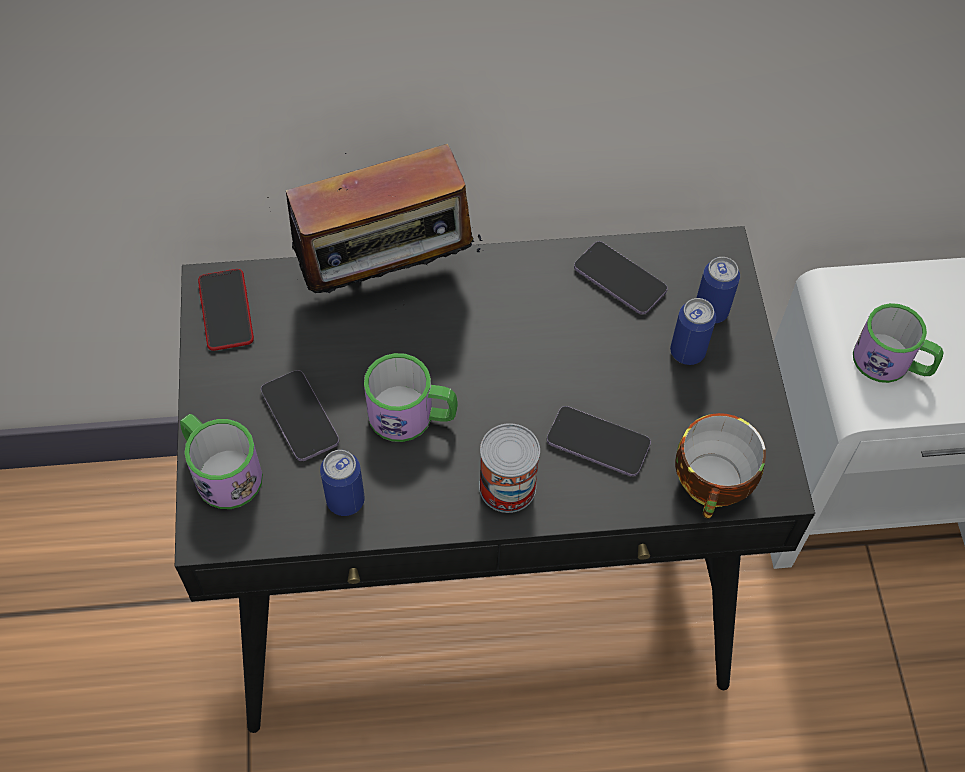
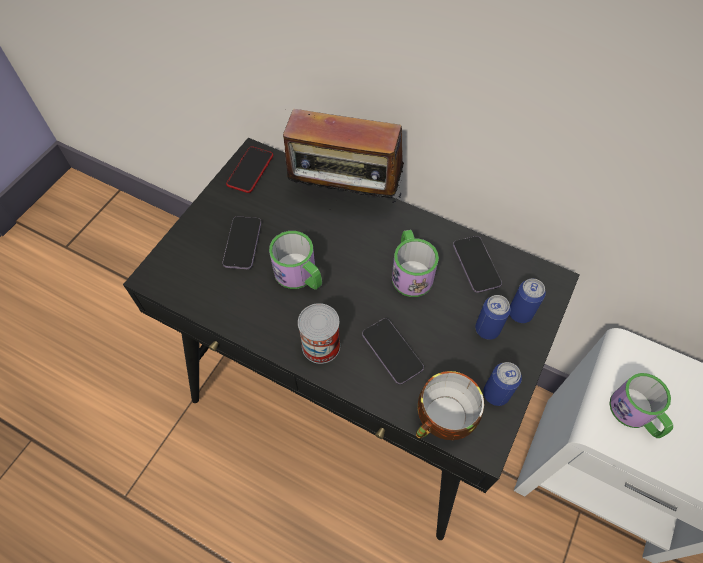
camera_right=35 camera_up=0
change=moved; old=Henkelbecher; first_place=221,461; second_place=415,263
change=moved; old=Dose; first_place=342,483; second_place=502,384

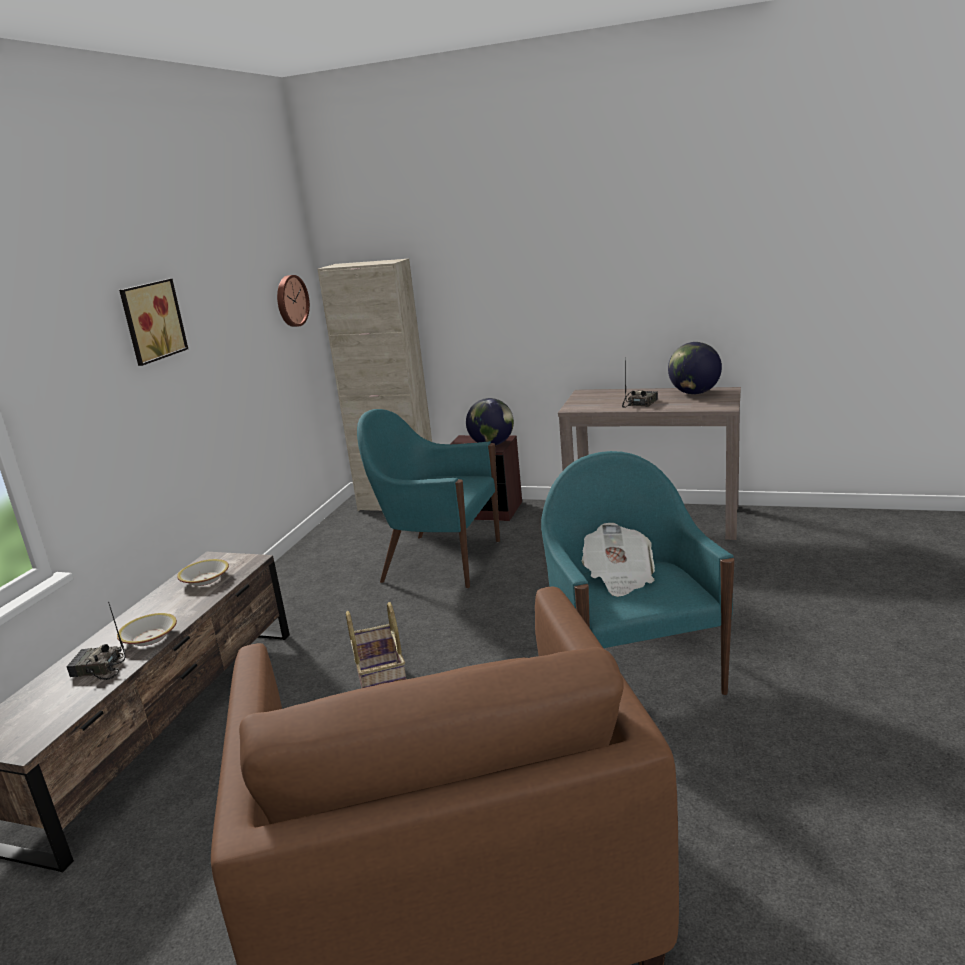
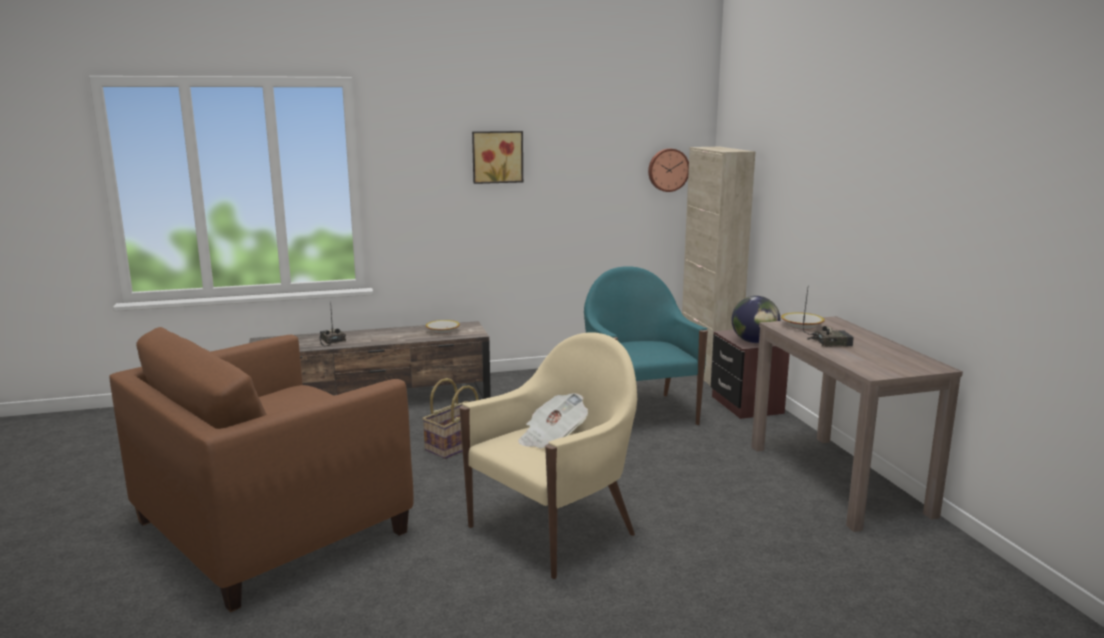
camera_right=55 camera_up=-5
change=recoloured; old=Sessel (türkis); new=Sessel (beige); first_place=638,573; second_place=548,455
change=moved; old=Schüssel; first_place=147,629; second_place=803,321
change=removed; old=Globus; first_place=695,368

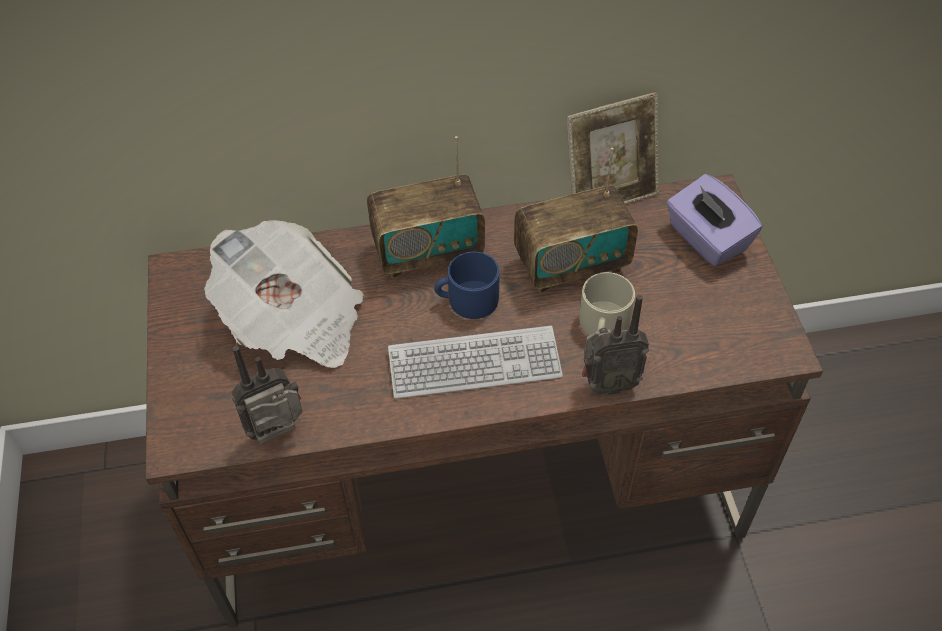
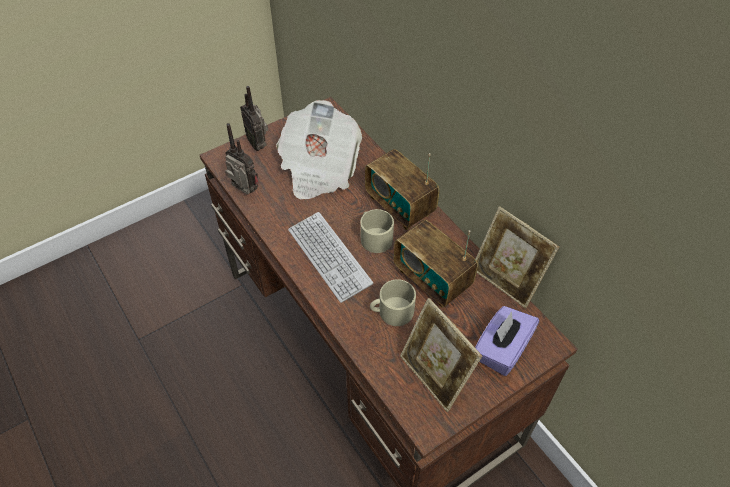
camera_right=65 camera_up=0
change=moved; old=Radio; first_place=615,345; second_place=254,118
change=recoloured; old=Henkelbecher (blau); new=Henkelbecher (beige); first_place=467,285; second_place=377,231
change=added; new=Bilderrahmen; second_place=441,355

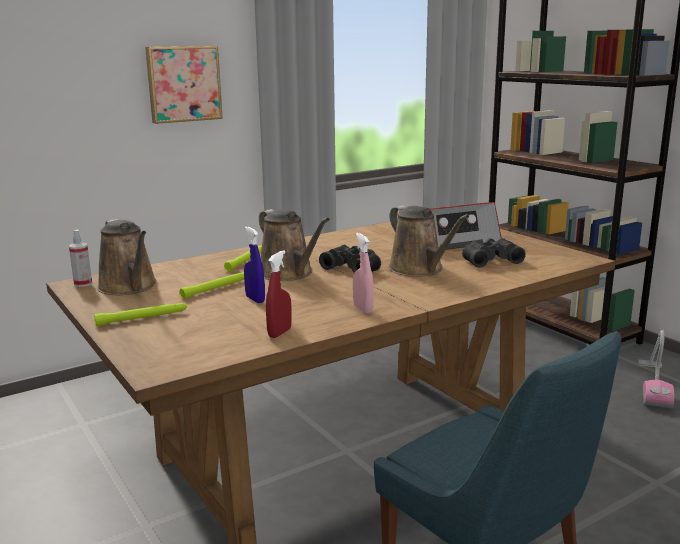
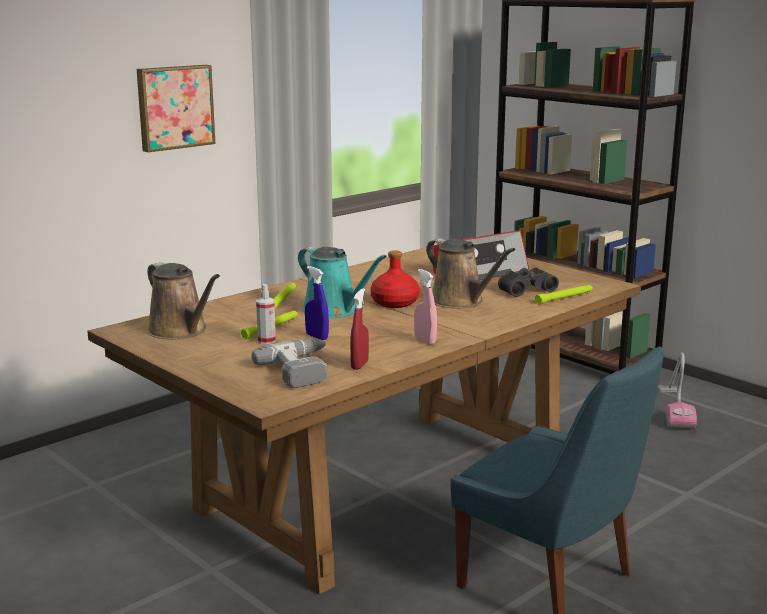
camera_right=-10 camera_up=0
change=added; new=Bohrmaschine; second_place=289,363
change=moved; old=Sprühflasche; first_place=80,258; second_place=266,314
change=recoloured; old=Gießkanne (braun); new=Gießkanne (türkis); first_place=294,245; second_place=342,282
change=replaced; old=Fernglas (schwarz); new=Flasche (rot); first_place=350,259; second_place=395,279
change=moved; old=Taschenlampe (grün); first_place=140,314; second_place=564,294

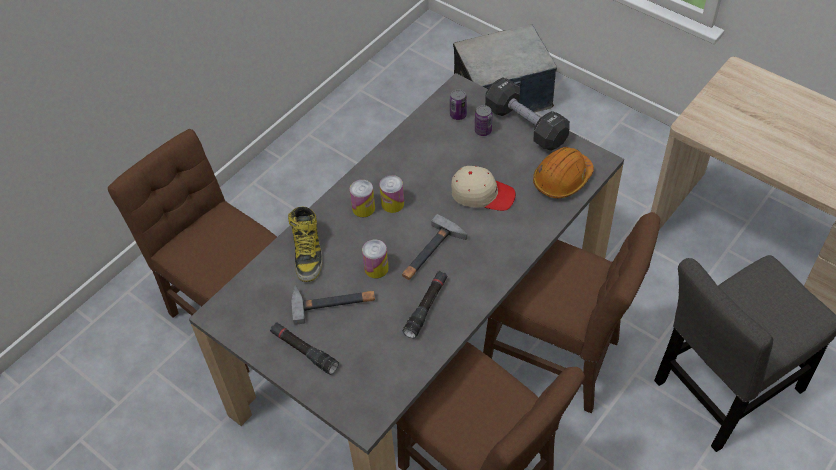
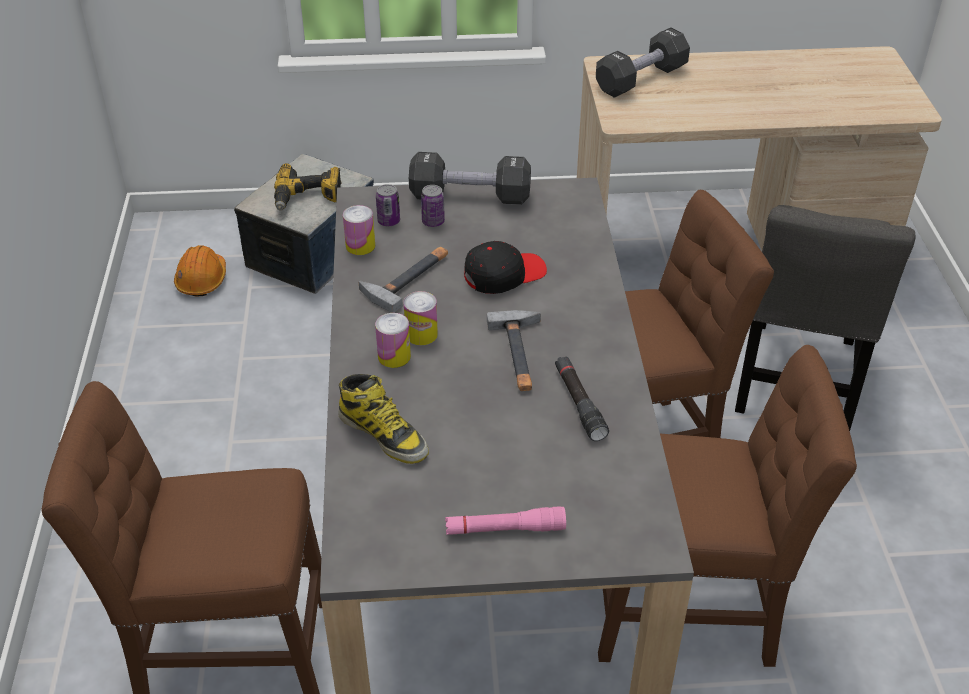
camera_right=-45 camera_up=-10
change=moved; old=Schutzhelm (orange); first_place=563,172; second_place=200,271
change=added; new=Bohrmaschine; second_place=307,186
change=moved; old=Dose; first_place=375,259; second_place=359,230
change=moved; old=Hammer; first_place=333,305; second_place=403,280
change=recoloured; old=Taschenlampe (schwarz); new=Taschenlampe (rosa); first_place=304,348; second_place=505,520
change=recoloured; old=Kappe (beige); new=Kappe (schwarz); first_place=483,188; second_place=505,267
change=added; new=Hantel (schwarz); second_place=643,62

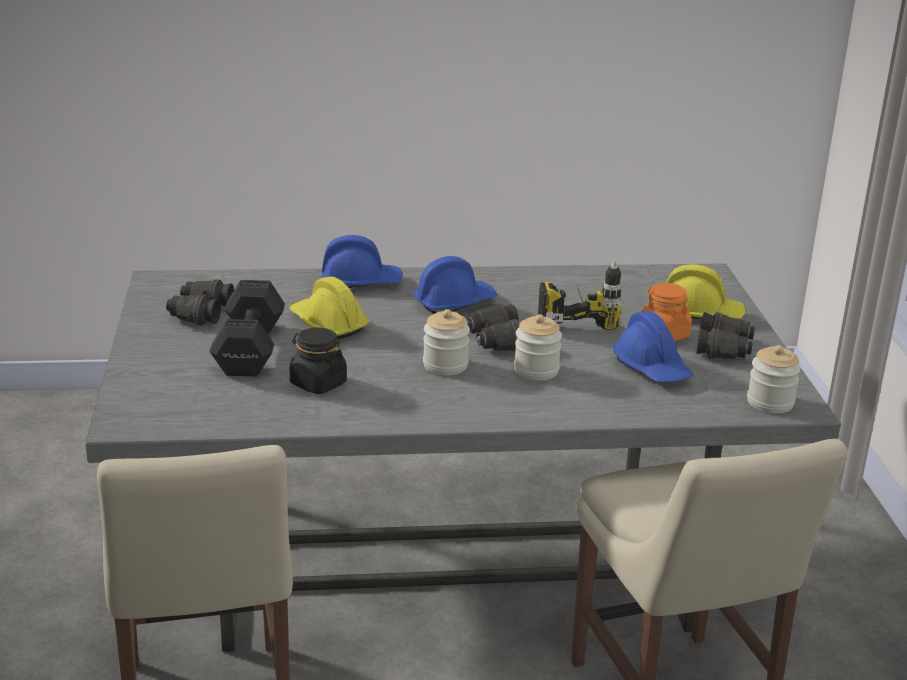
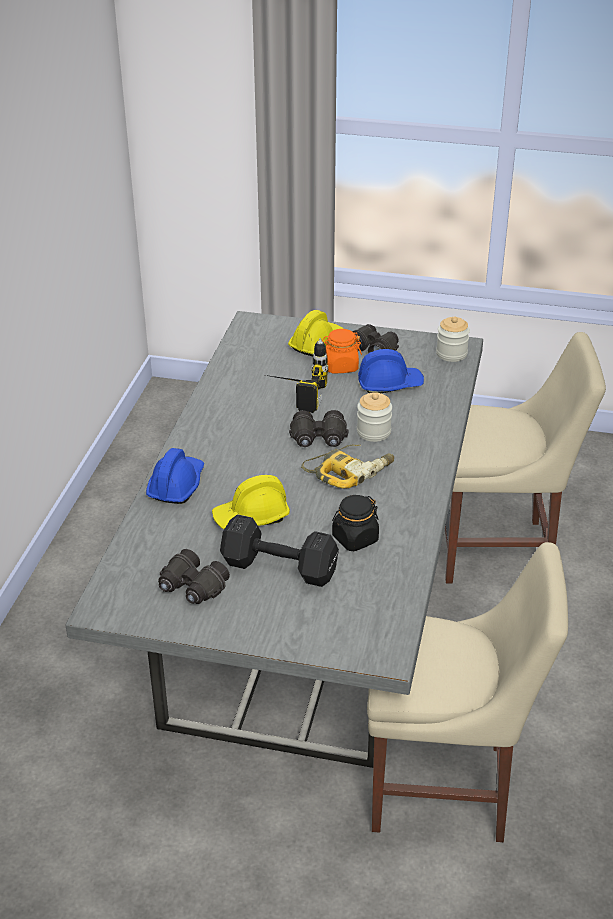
camera_right=-70 camera_up=10
change=replaced; old=Vorratsglas; new=Bohrmaschine; first_place=446,342; second_place=347,467
change=removed; old=Schutzhelm (blau); first_place=455,285

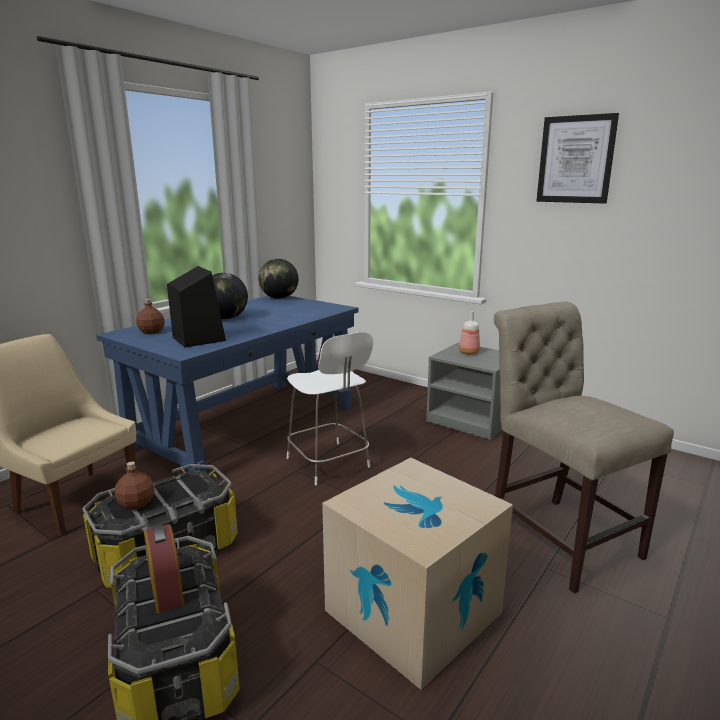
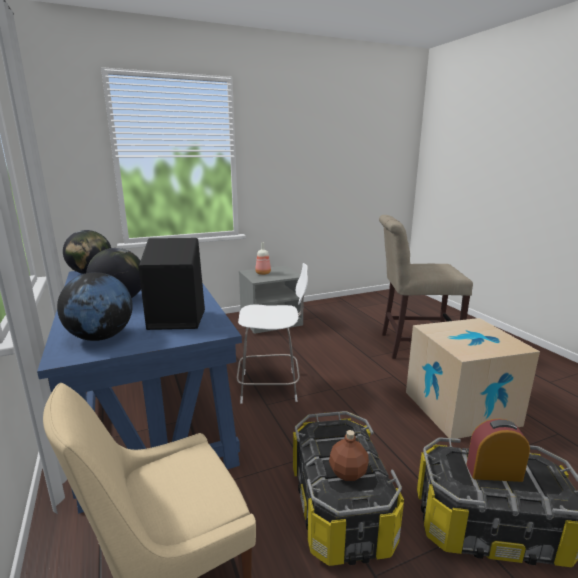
camera_right=-60 camera_up=0
change=replaced; old=Flasche (braun); new=Globus; first_place=150,316; second_place=95,306
change=removed; old=Bild; first_place=577,158

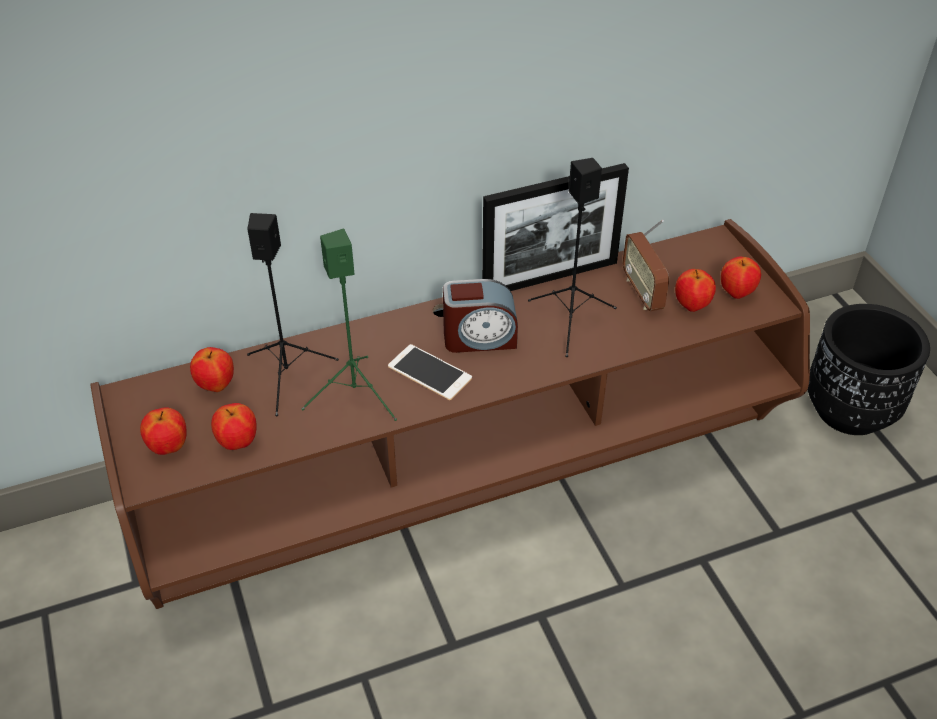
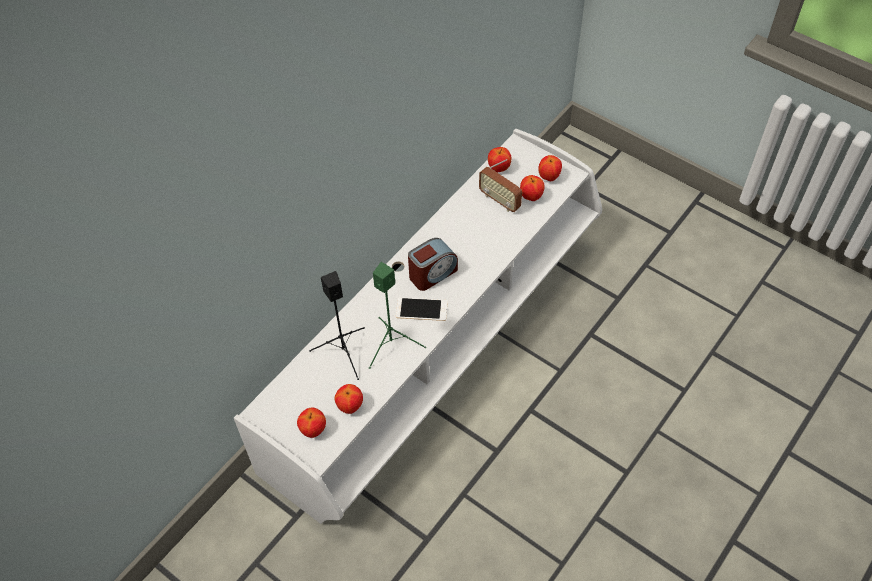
camera_right=-30 camera_up=10
change=recoloured; old=Fernsehschrank (braun); new=Fernsehschrank (weiß); first_place=450,414; second_place=418,326
change=moved; old=Apfel; first_place=212,369; second_place=499,159
change=removed; old=Bilderrahmen; first_place=555,227
change=removed; old=Lautsprecher (schwarz); first_place=572,257
change=removed; old=Pflanzkübel (schwarz); first_place=869,369

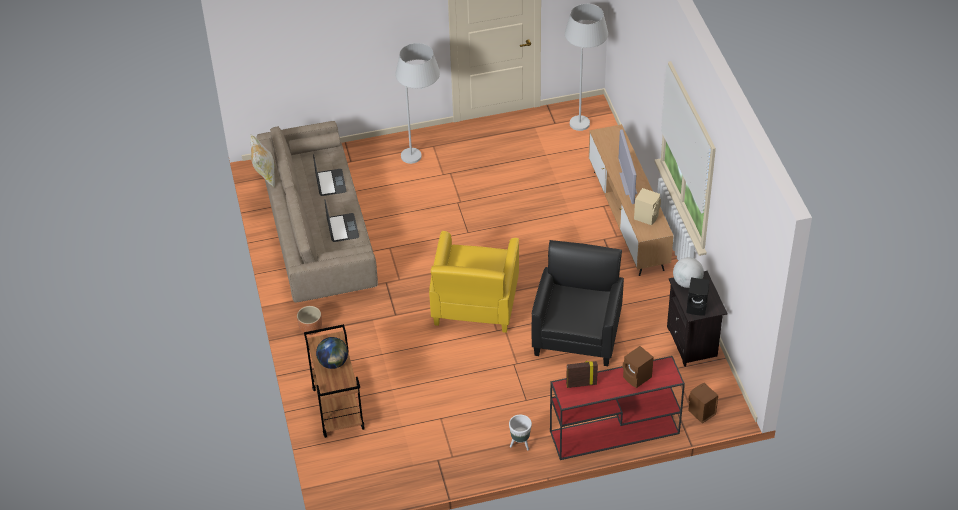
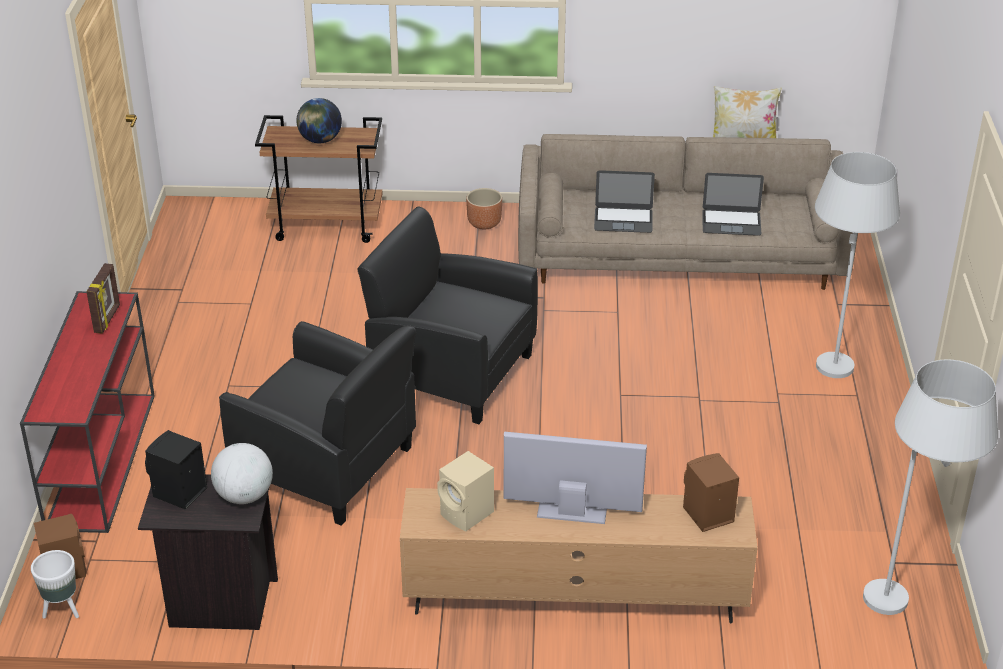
camera_right=105 camera_up=-10
change=moved; old=Pflanzkübel (weiß); first_place=520,432; second_place=55,584
change=recoloured; old=Sessel (gelb); new=Sessel (schwarz); first_place=474,282; second_place=447,315
change=moved; old=Lautsprecher (braun); first_place=638,367; second_place=711,492

